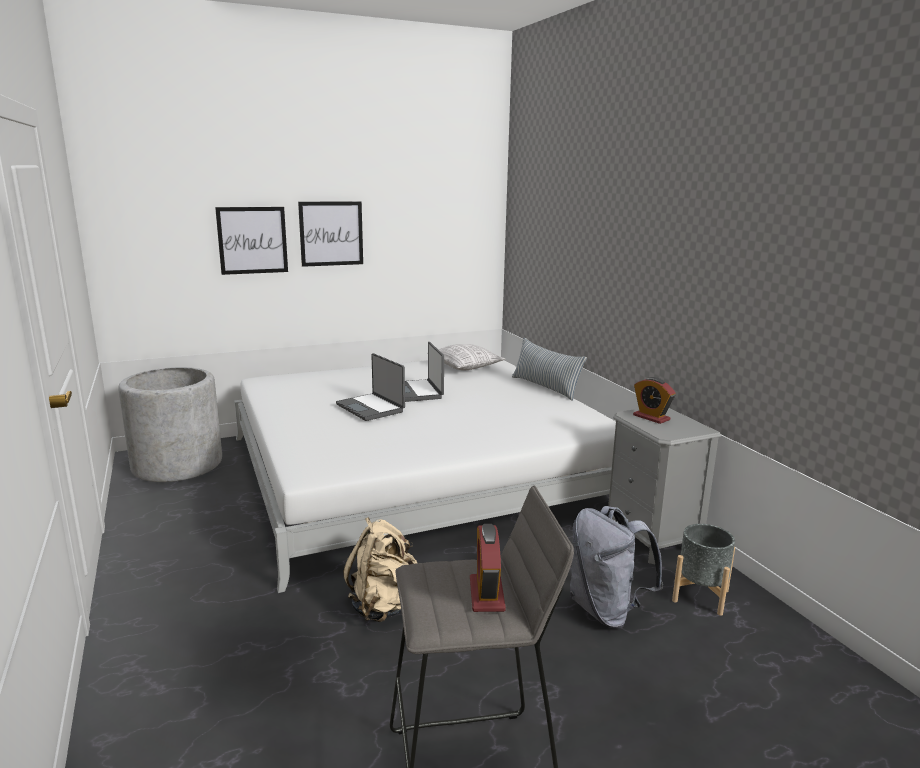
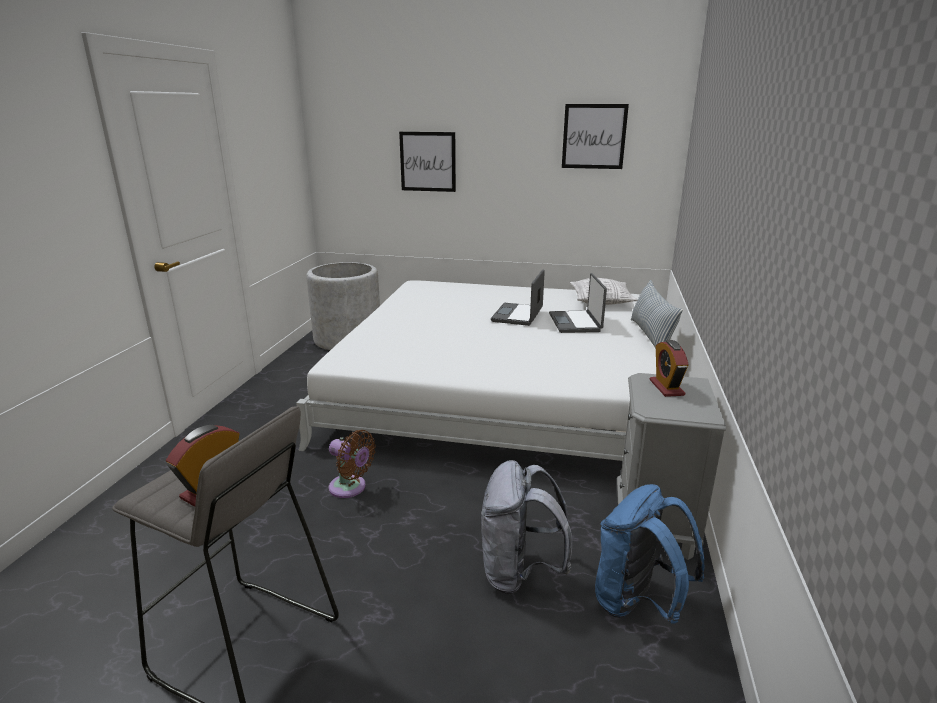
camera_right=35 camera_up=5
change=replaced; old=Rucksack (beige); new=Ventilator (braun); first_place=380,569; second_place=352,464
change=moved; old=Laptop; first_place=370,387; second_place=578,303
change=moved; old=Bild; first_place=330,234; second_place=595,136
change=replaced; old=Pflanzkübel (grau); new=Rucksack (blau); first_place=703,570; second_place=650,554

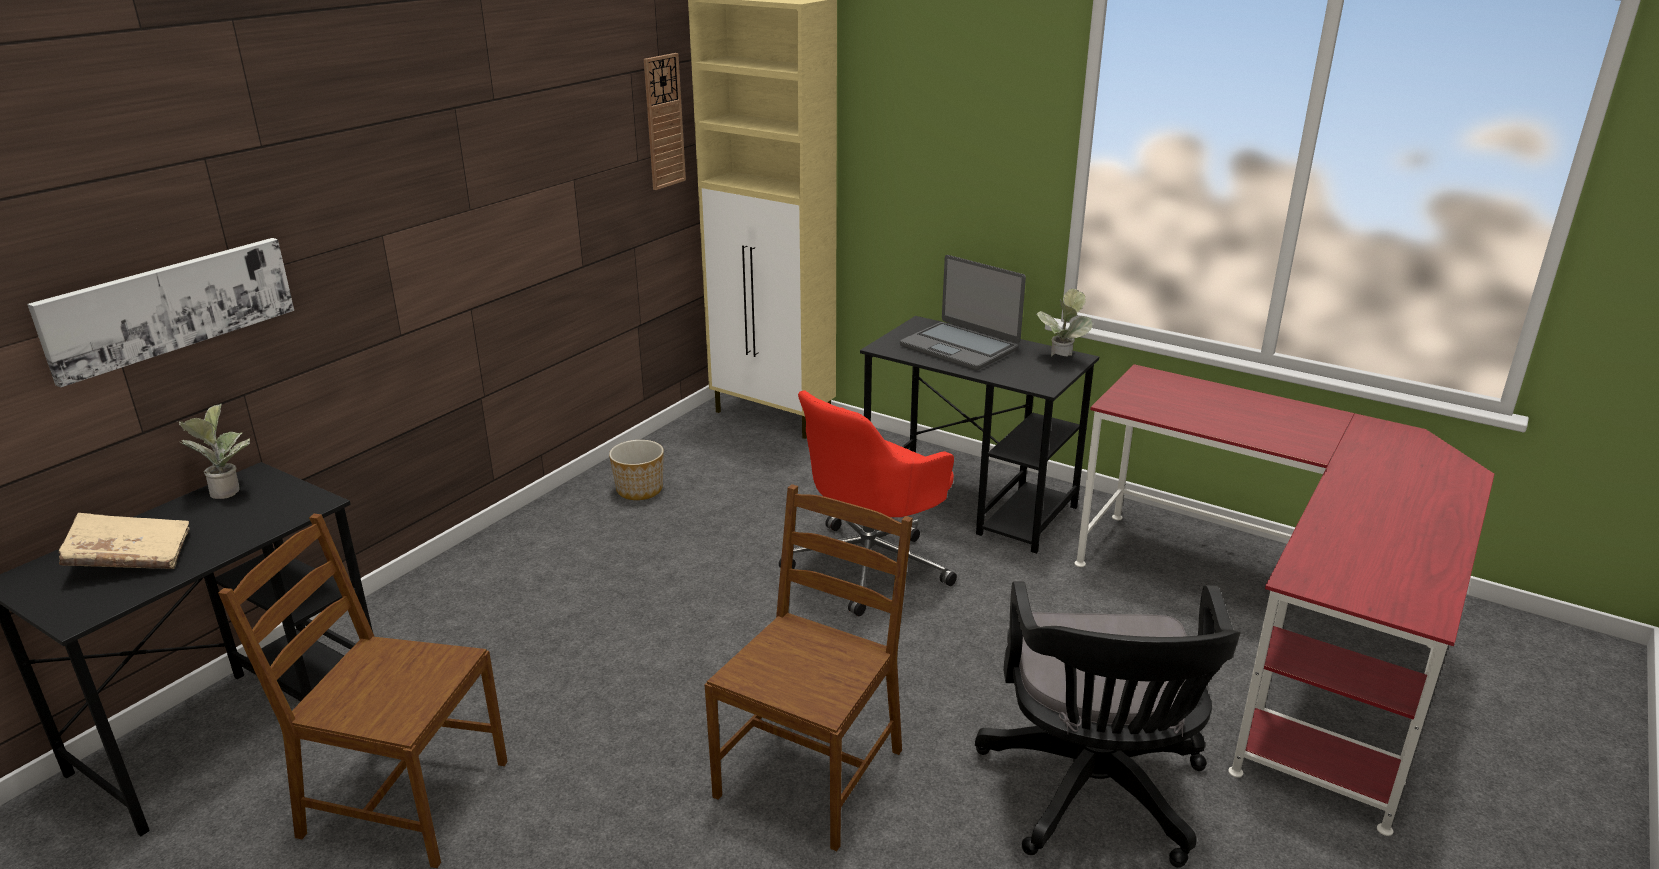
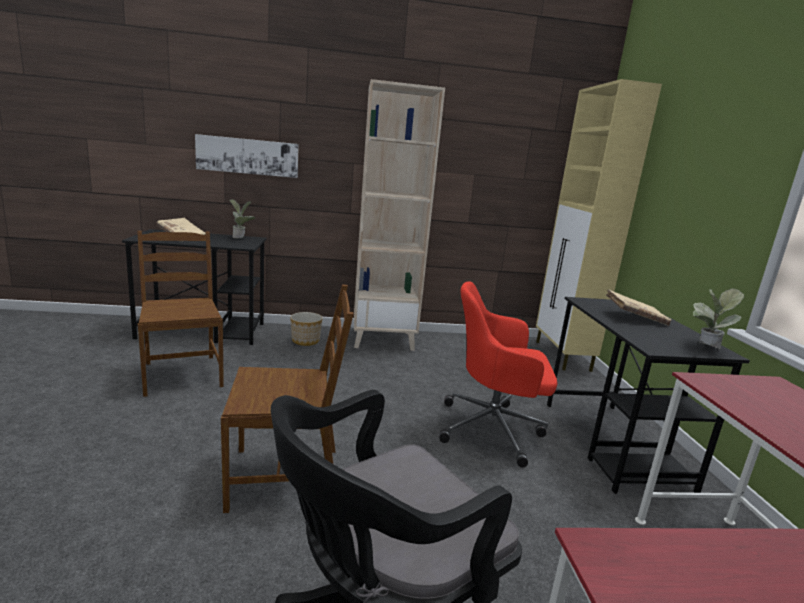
camera_right=50 camera_up=-10
change=moved; old=Pflanzkübel; first_place=636,470; second_place=306,329
change=added; new=Bücherregal (beige); second_place=399,215
change=replaced; old=Laptop; new=Buch (beige); first_place=963,312; second_place=639,307
change=removed; old=Wanduhr; first_place=665,121

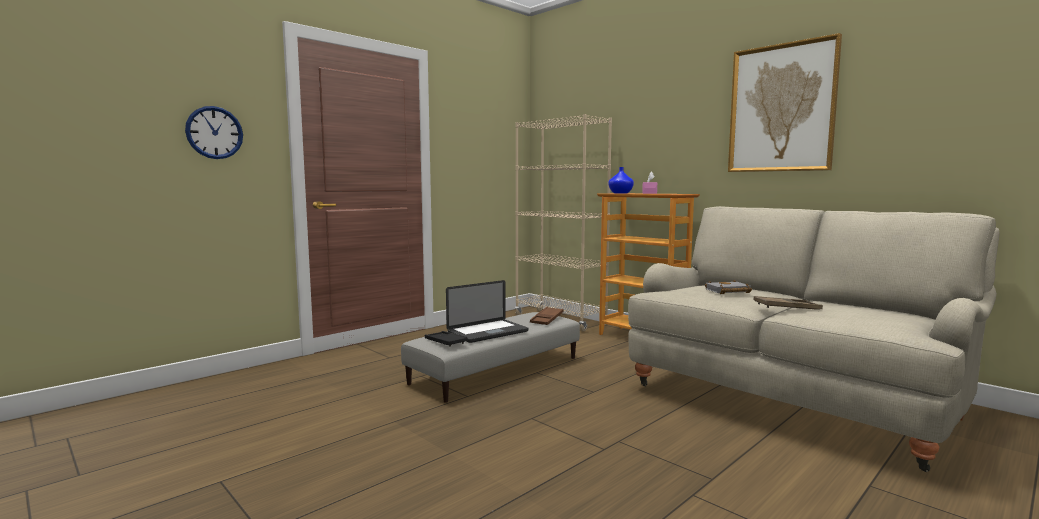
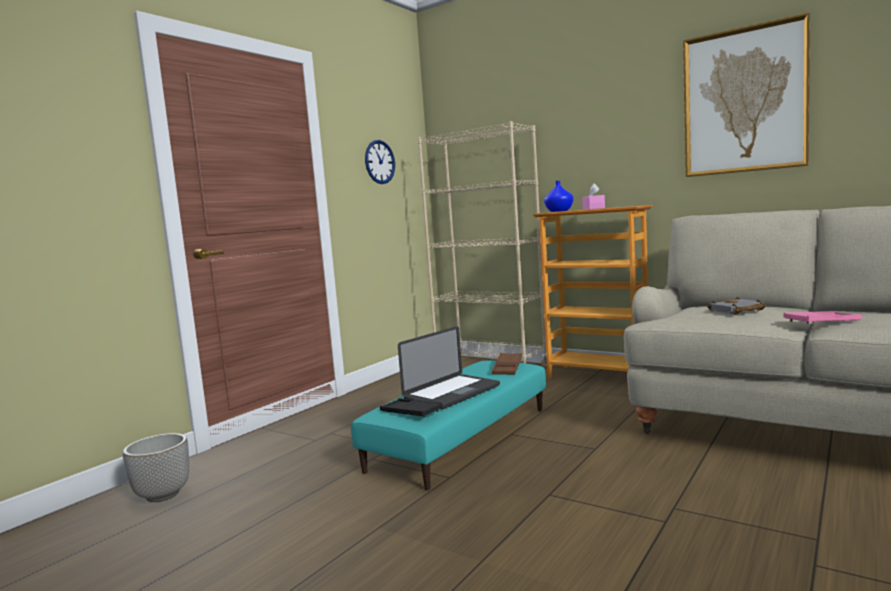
camera_right=-10 camera_up=0
change=added; new=Pflanzkübel; second_place=156,467
change=recoloured; old=Polsterhocker (grau); new=Polsterhocker (türkis); first_place=490,357; second_place=448,425
change=moved; old=Wanduhr; first_place=214,132; second_place=380,162
change=recoloured; old=Tablett (braun); new=Tablett (rosa); first_place=788,303; second_place=823,317

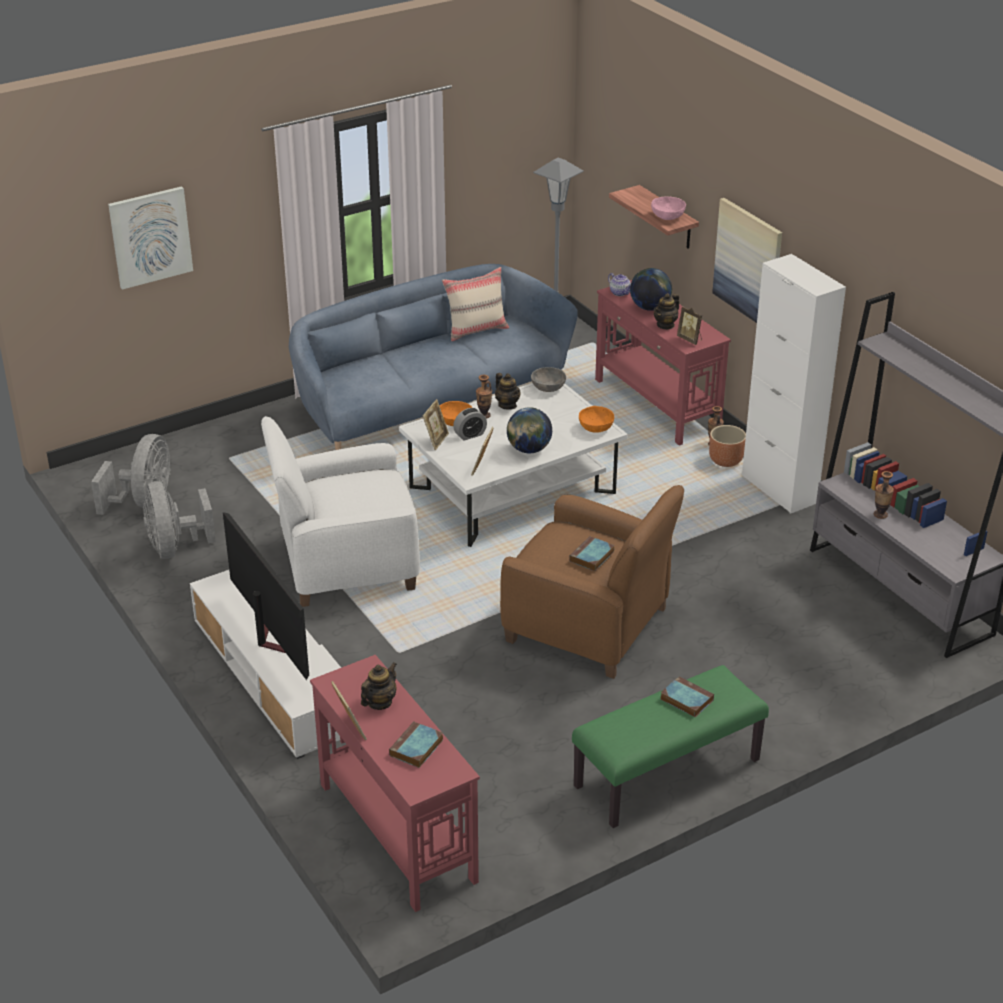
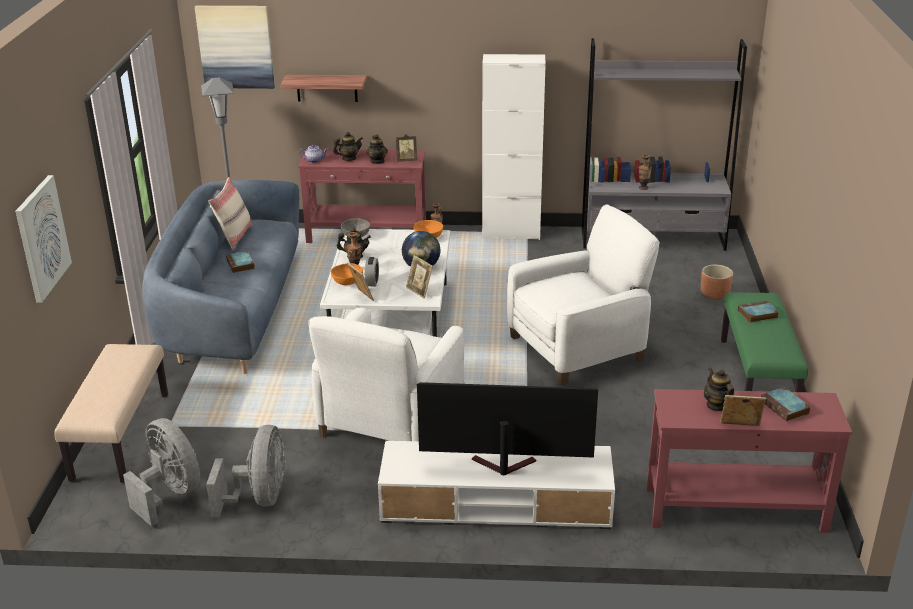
camera_right=-55 camera_up=-5
change=added; new=Bank (beige); second_place=111,413
change=moved; old=Bild; first_place=747,260; second_place=235,47
change=turned; old=Ventilator (grau); first_place=179,520; second_place=245,471; degrees=-105
change=moved; old=Buch; first_place=592,553; second_place=240,262
change=replaced; old=Globus; new=Teekanne; first_place=651,289; second_place=348,146
change=recoloured; old=Sessel (braun); new=Sessel (weiß); first_place=592,582; second_place=583,294
change=moved; old=Pflanzkübel (braun); first_place=727,446; second_place=717,282
change=removed; old=Schüssel (rosa); first_place=668,208

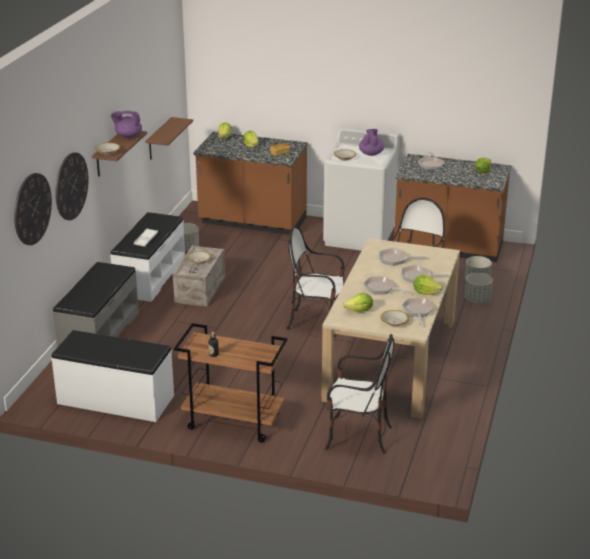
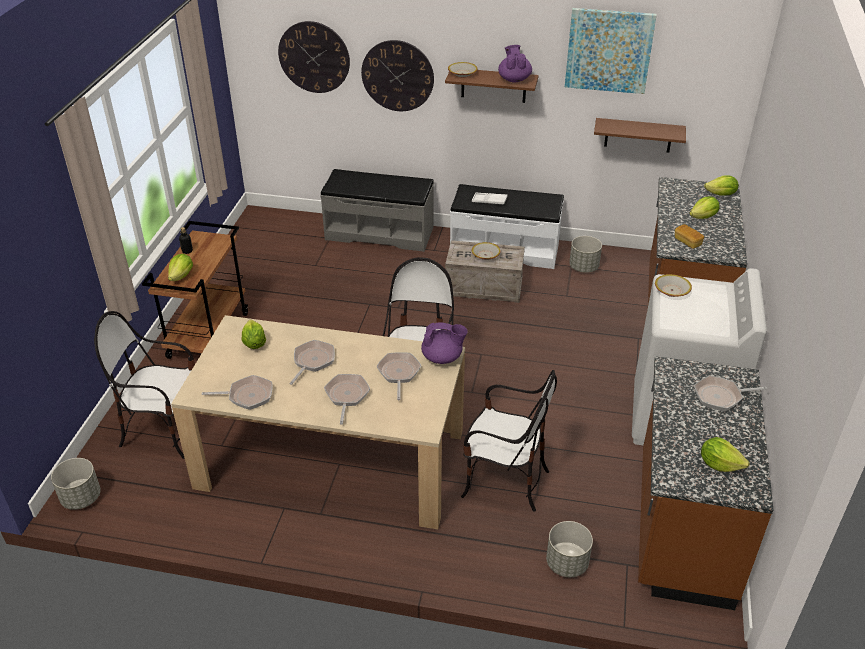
camera_right=85 camera_up=10
change=moved; old=Pflanzkübel (grau); first_place=479,288; second_place=76,484
change=turned; old=Stuhl; first_place=359,394; second_place=144,385; degrees=90
change=moved; old=Salatkopf; first_place=428,285; second_place=180,267
change=moved; old=Teekanne (lila); first_place=371,142; second_place=444,343
change=added; new=Bild; second_place=611,51
change=removed; old=Bank (weiß); first_place=112,376
change=removed; old=Schüssel; first_place=394,318

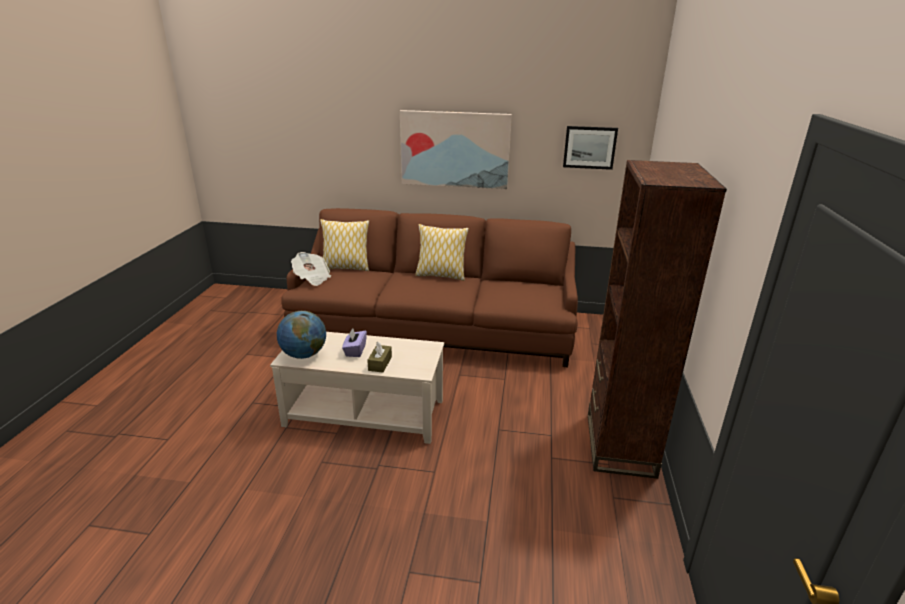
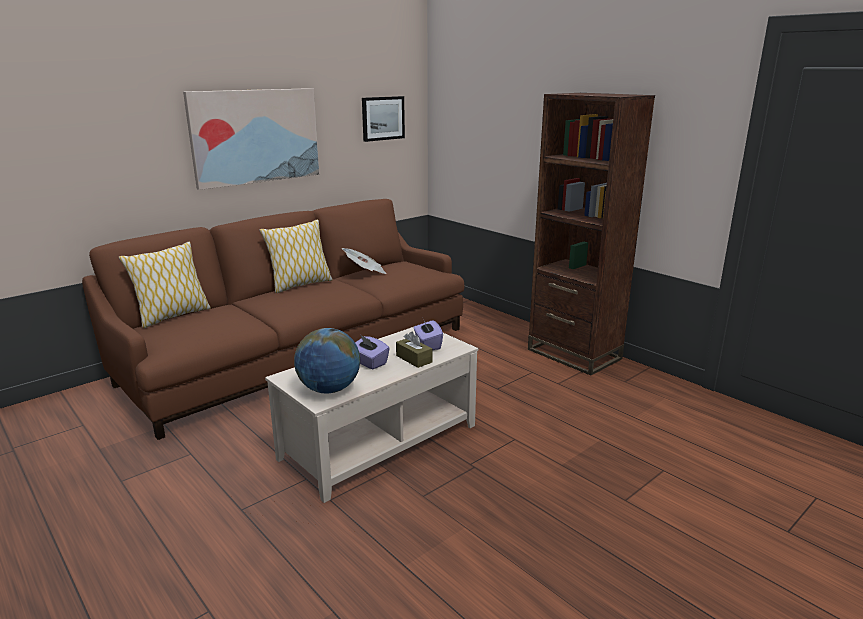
camera_right=-50 camera_up=-5
change=moved; old=Zeitung; first_place=311,269; second_place=364,261
change=added; new=Taschentuchbox (lila); second_place=428,335

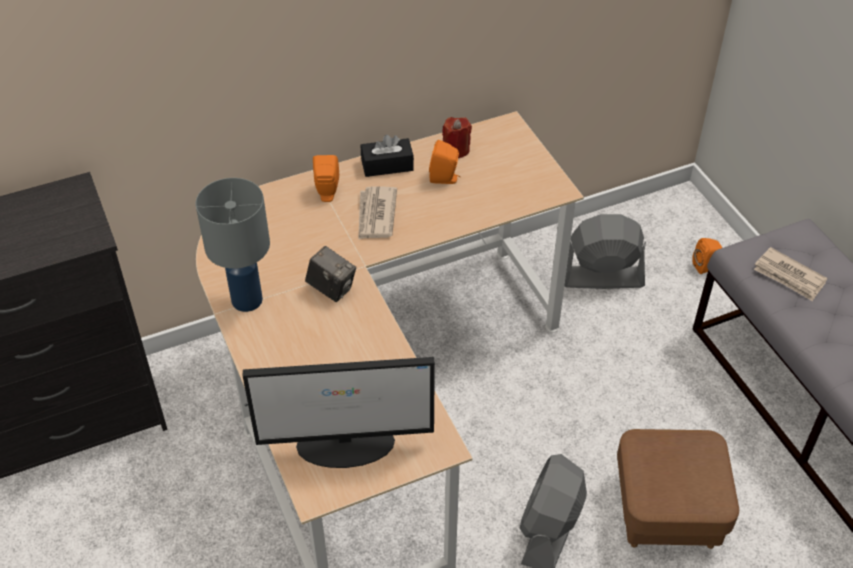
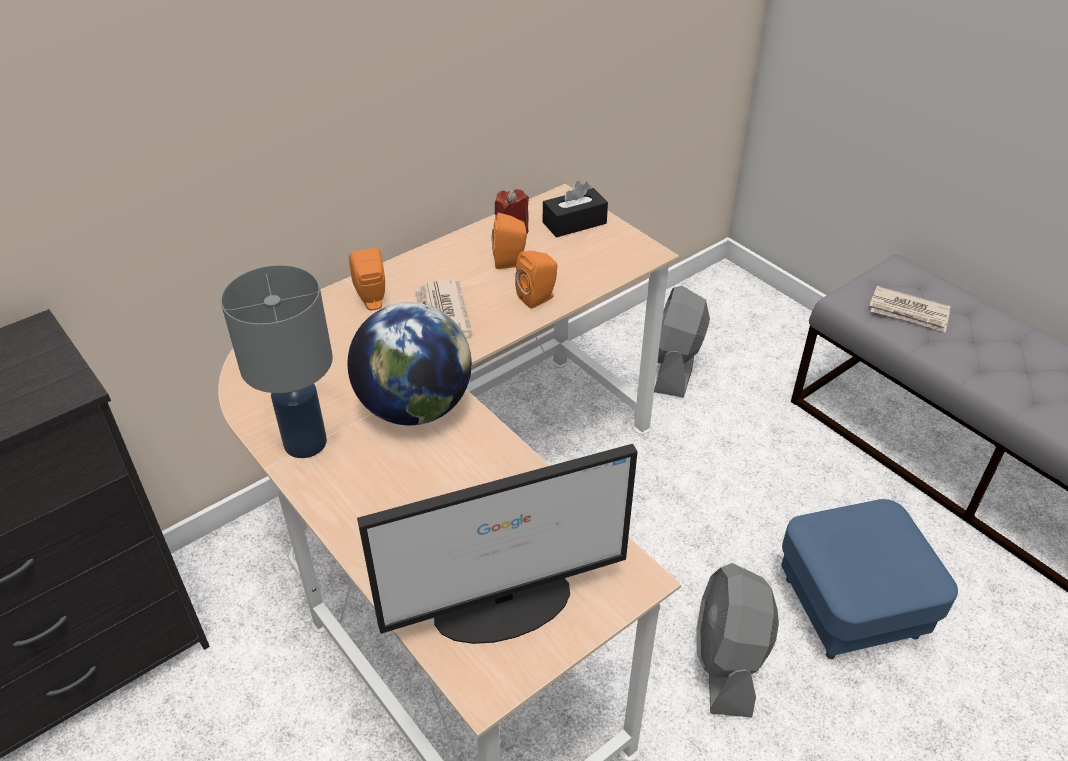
camera_right=-15 camera_up=-5
change=replaced; old=Kamera; new=Globus; first_place=330,274; second_place=409,363
change=moved; old=Lautsprecher (orange); first_place=707,256; second_place=536,280
change=moved; old=Taschentuchbox (schwarz); first_place=387,155; second_place=575,209
change=turned; old=Ventilator (grau); first_place=605,251; second_place=682,341; degrees=-60
change=recoloured; old=Polsterhocker (braun); new=Polsterhocker (blau); first_place=678,489; second_place=869,579

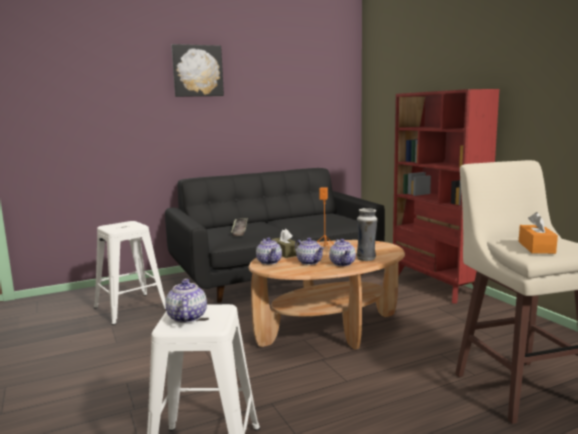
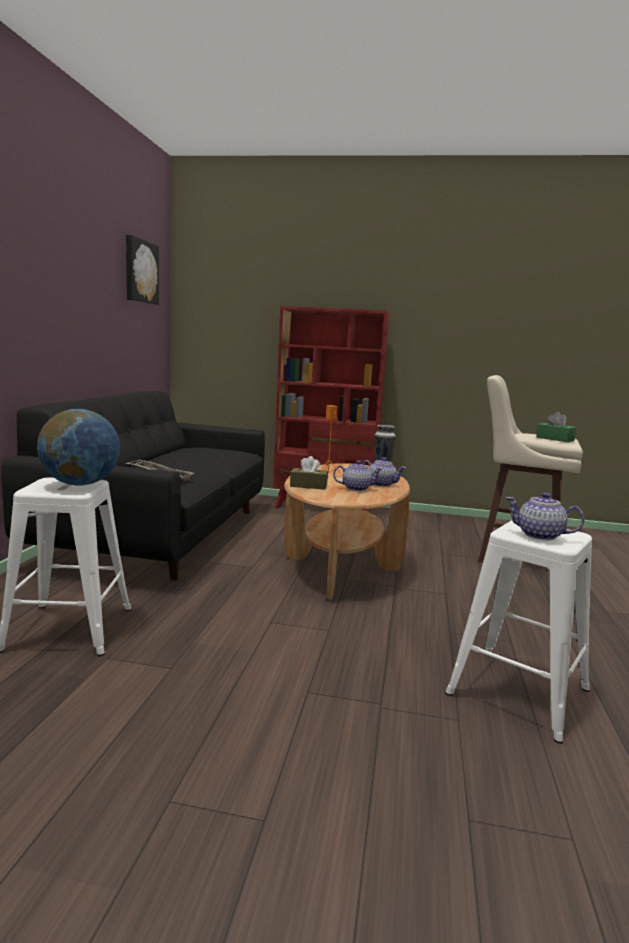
camera_right=-55 camera_up=0
change=added; new=Globus; second_place=78,447
change=moved; old=Bild; first_place=197,70; second_place=142,270
change=recoloured; old=Taschentuchbox (orange); new=Taschentuchbox (grün); first_place=538,233; second_place=556,427
change=removed; old=Teekanne; first_place=269,251

